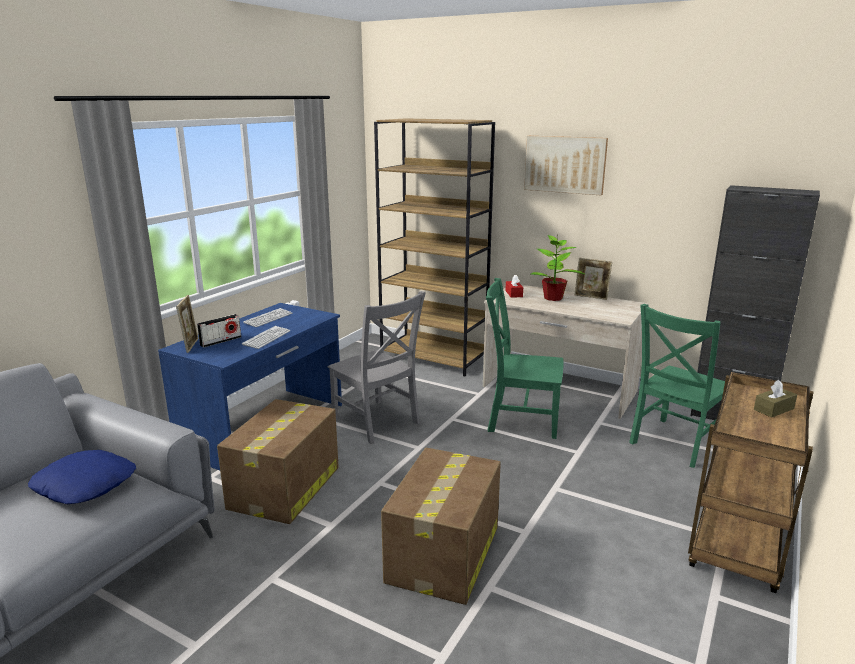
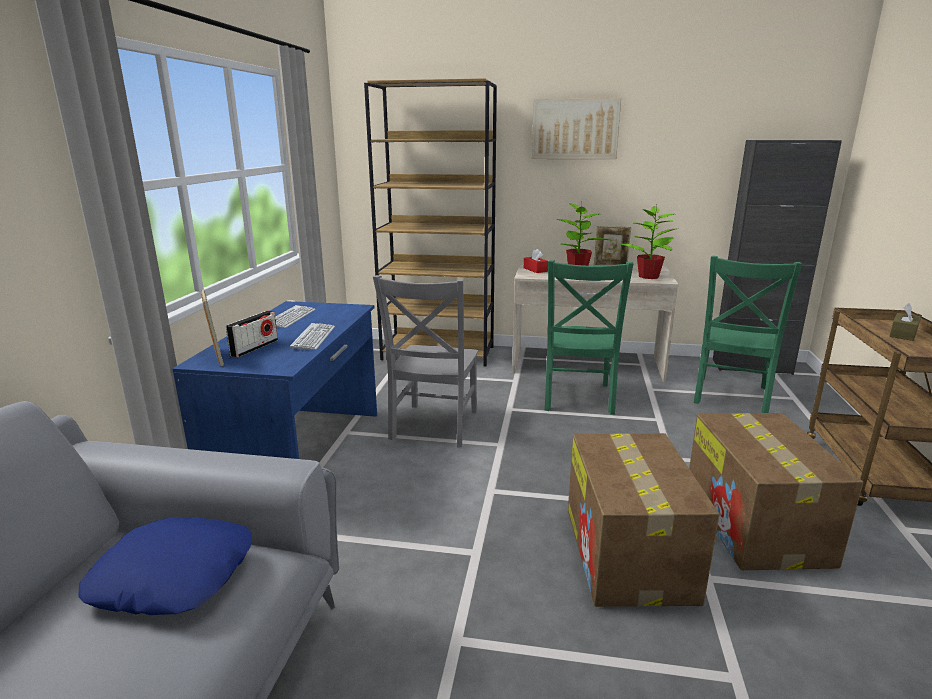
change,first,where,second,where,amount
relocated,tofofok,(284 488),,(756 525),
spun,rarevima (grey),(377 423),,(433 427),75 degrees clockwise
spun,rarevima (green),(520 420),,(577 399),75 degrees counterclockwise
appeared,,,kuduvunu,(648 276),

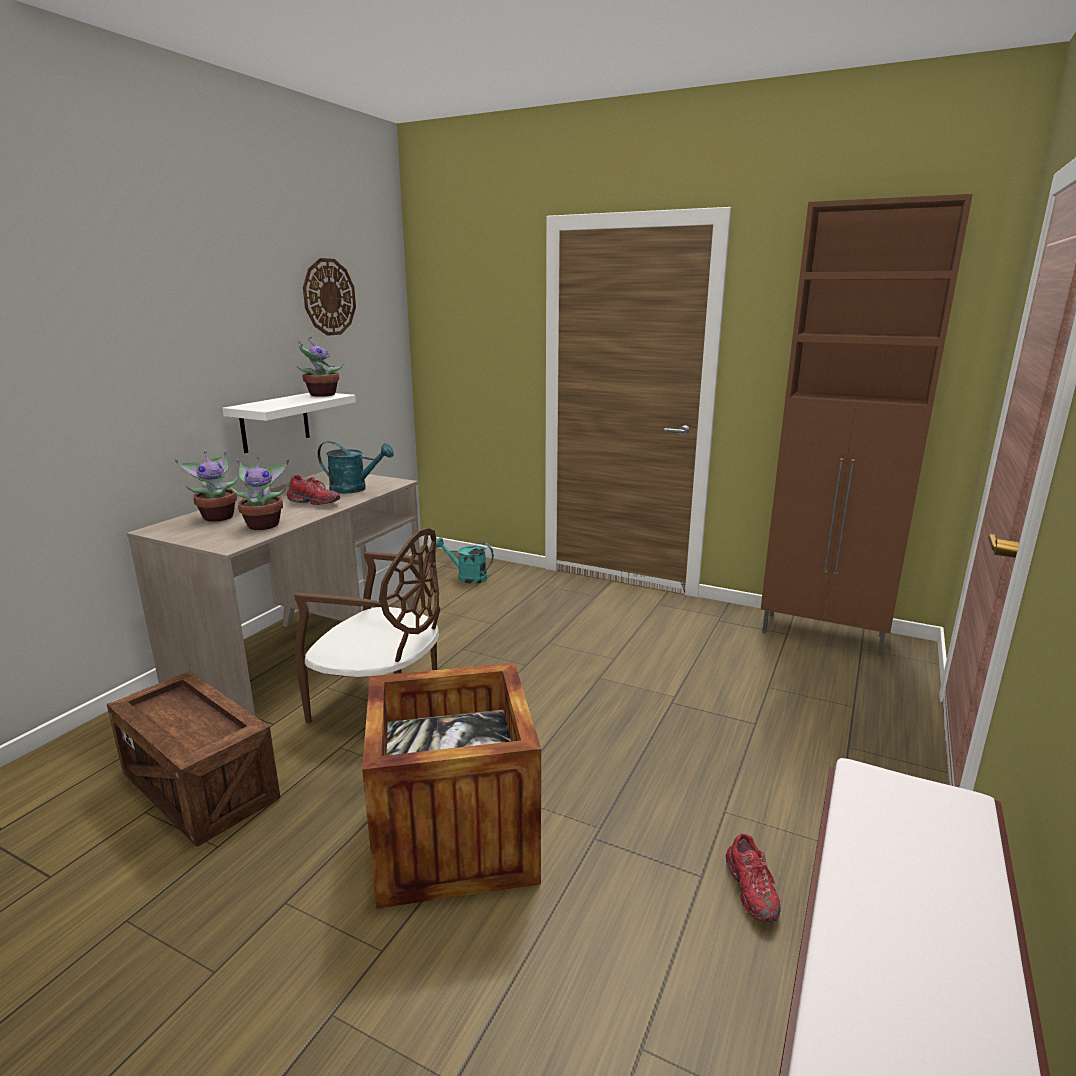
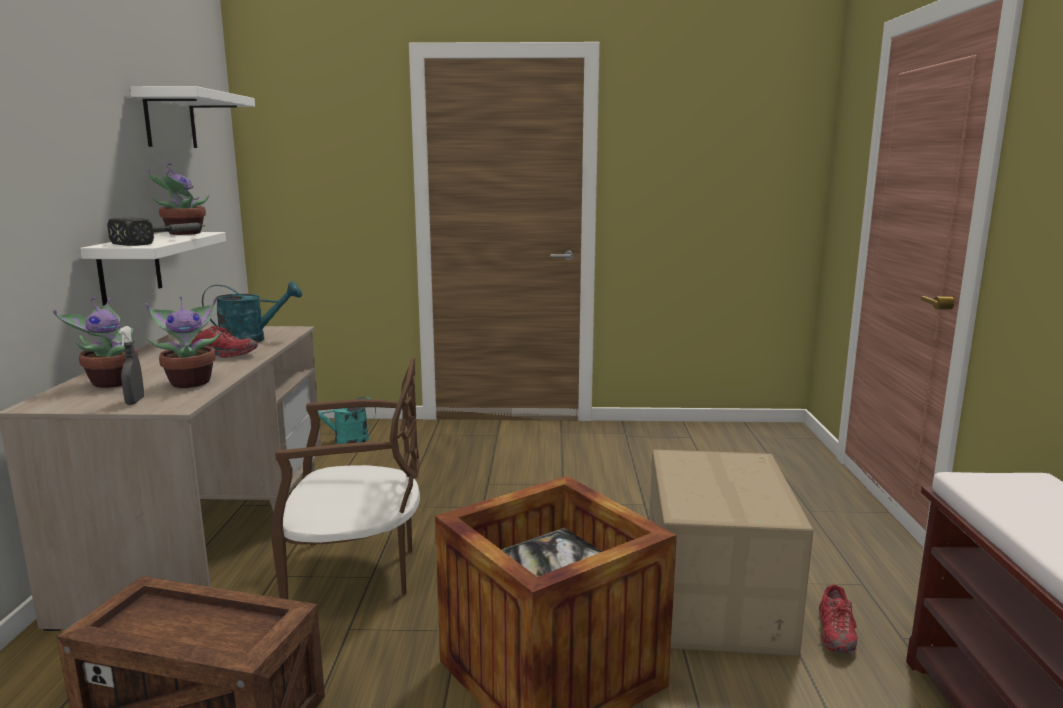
change,first,where,second,where,amount
exchanged,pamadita,(329 297),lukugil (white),(170 120),
spun,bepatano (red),(751 891),,(835 635),45 degrees clockwise
missing,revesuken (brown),(823 635),,,
appeared,,,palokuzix,(164 241),
appeared,,,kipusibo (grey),(135 401),
appeared,,,tofofok,(717 600),

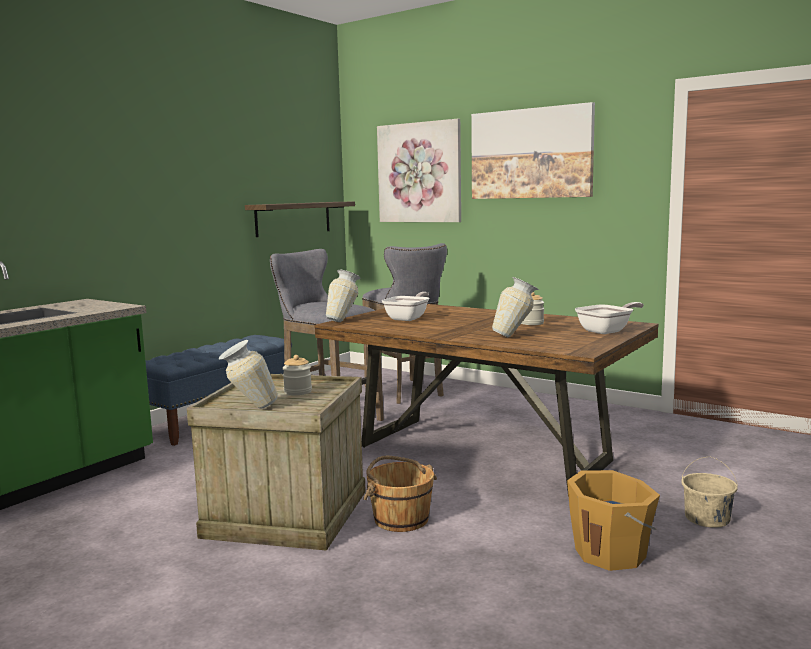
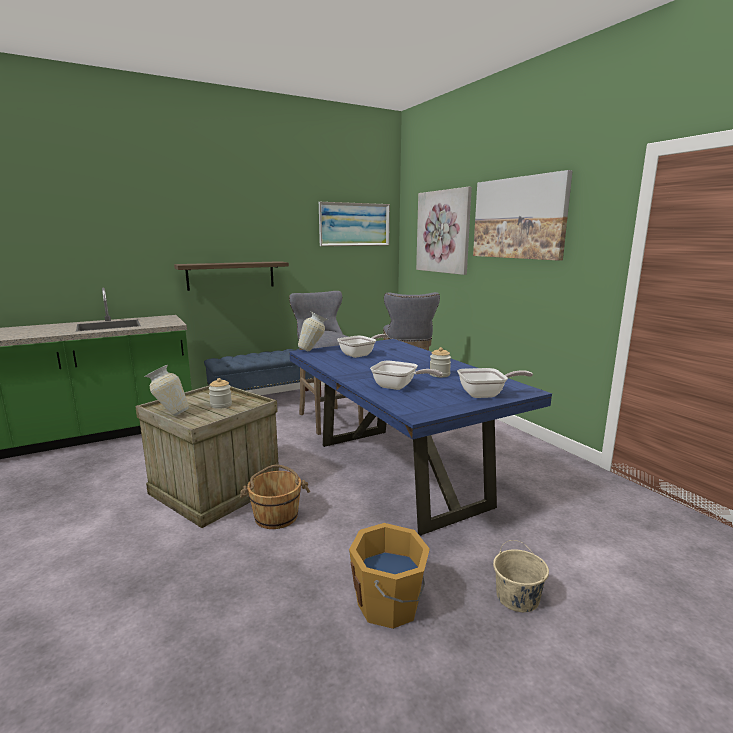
change,first,where,second,where,amount
relocated,lukugil,(293 218),,(231 275),
colour,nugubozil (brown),(484 454),nugubozil (blue),(399 474),
exchanged,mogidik,(516 336),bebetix,(398 387),
appeared,,,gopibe,(354 224),

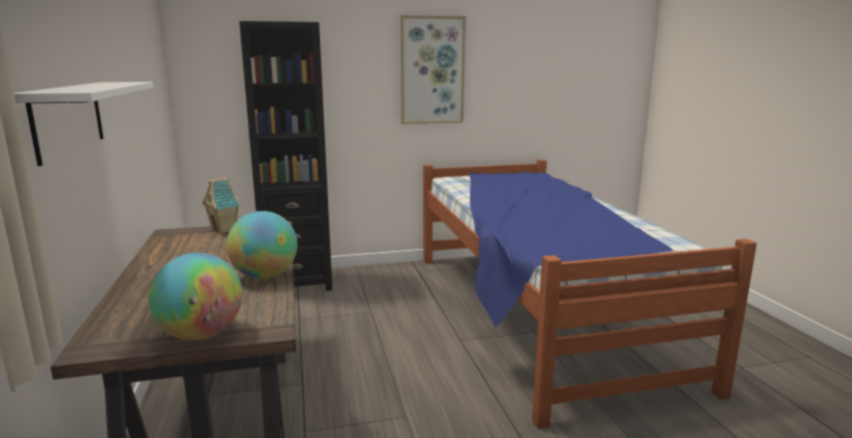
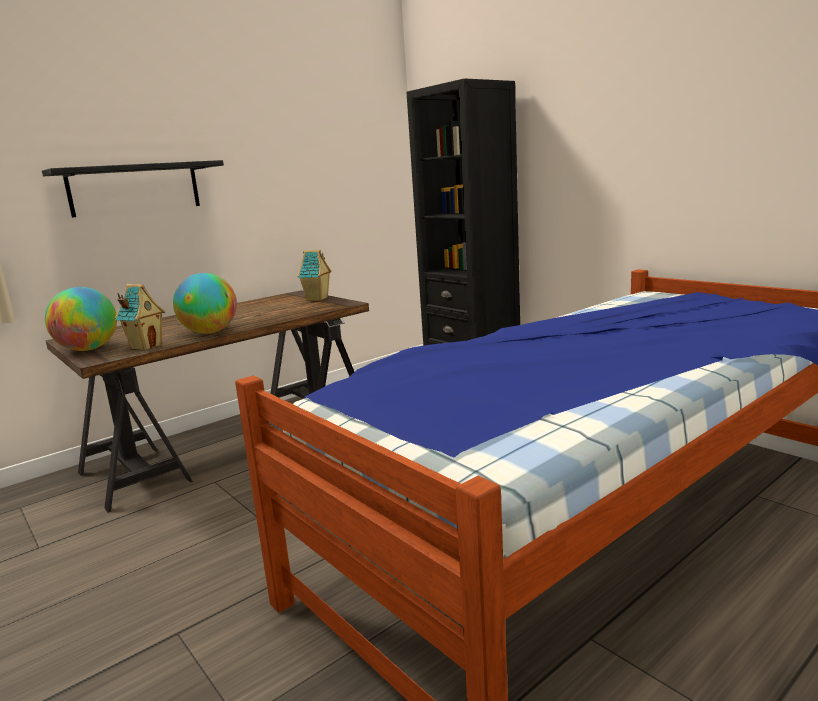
change,first,where,second,where,amount
colour,lukugil (white),(68 119),lukugil (black),(135 189),
missing,gopibe,(432 70),,,
appeared,,,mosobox,(146 346),

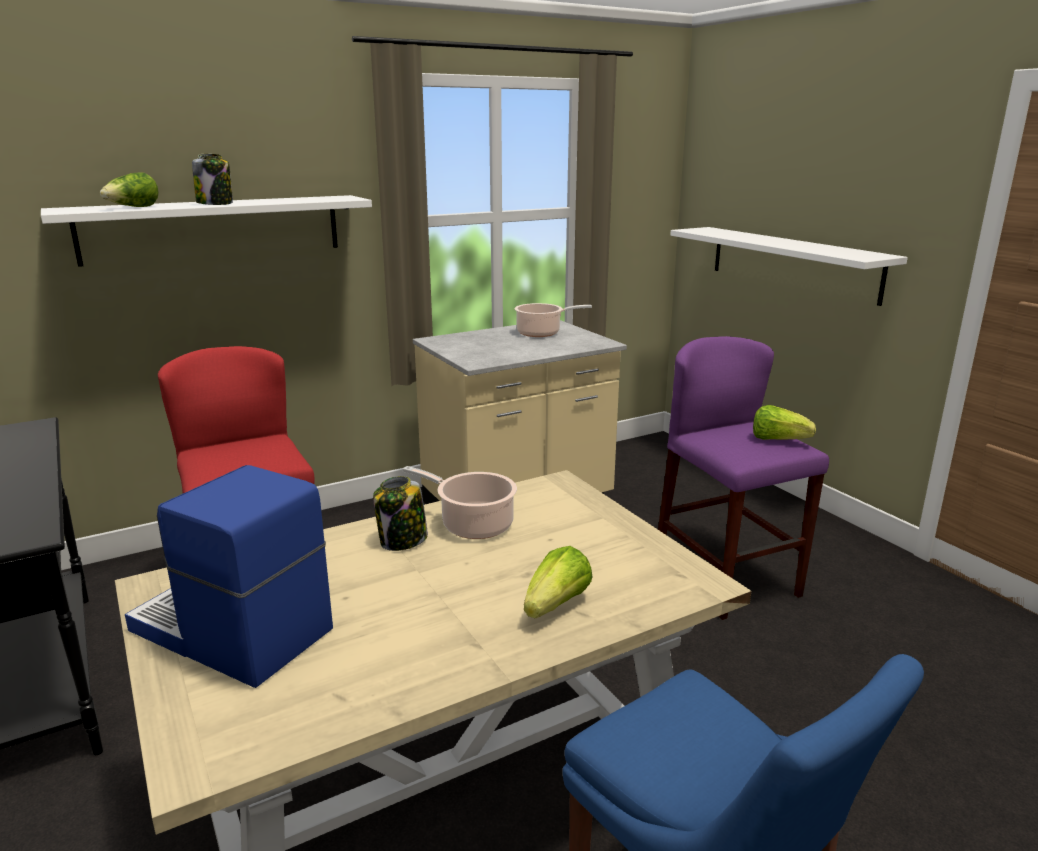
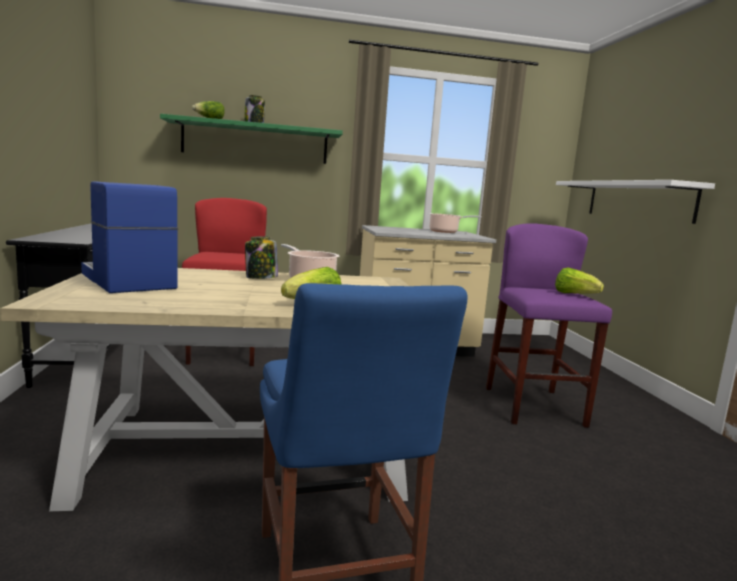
change,first,where,second,where,amount
colour,lukugil (white),(213 229),lukugil (green),(255 142),

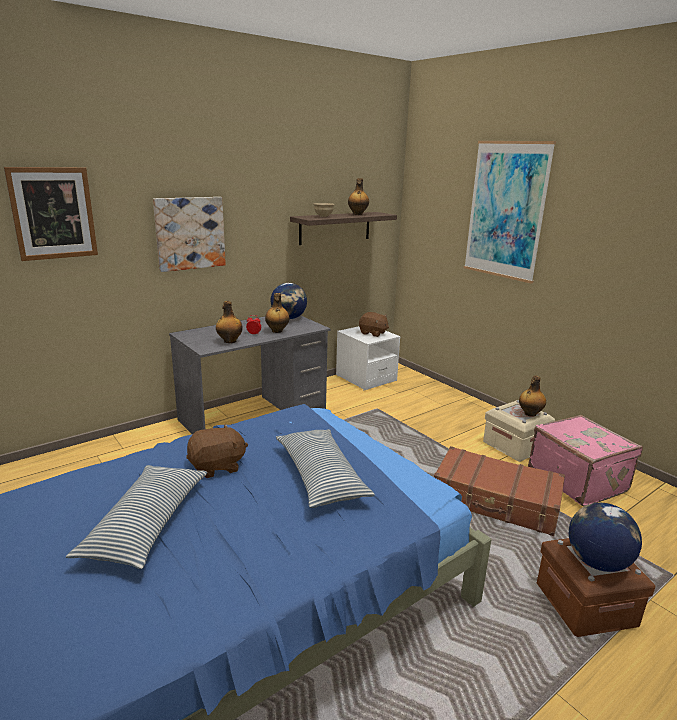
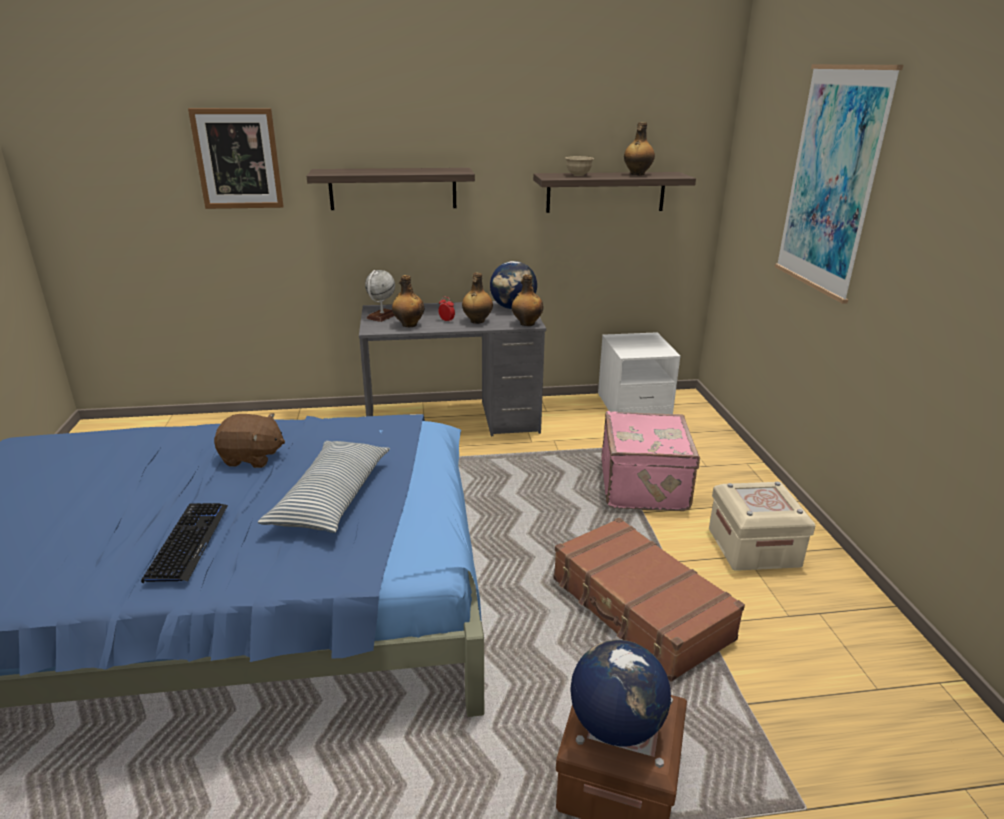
change,first,where,second,where,amount
missing,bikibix,(146 524),,,
exchanged,gopibe,(190 233),lukugil,(393 188),
missing,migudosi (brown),(373 333),,,
relocated,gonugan,(529 414),,(526 323),
relocated,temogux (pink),(577 480),,(645 486),
appeared,,,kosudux,(188 542),
appeared,,,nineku,(382 316),

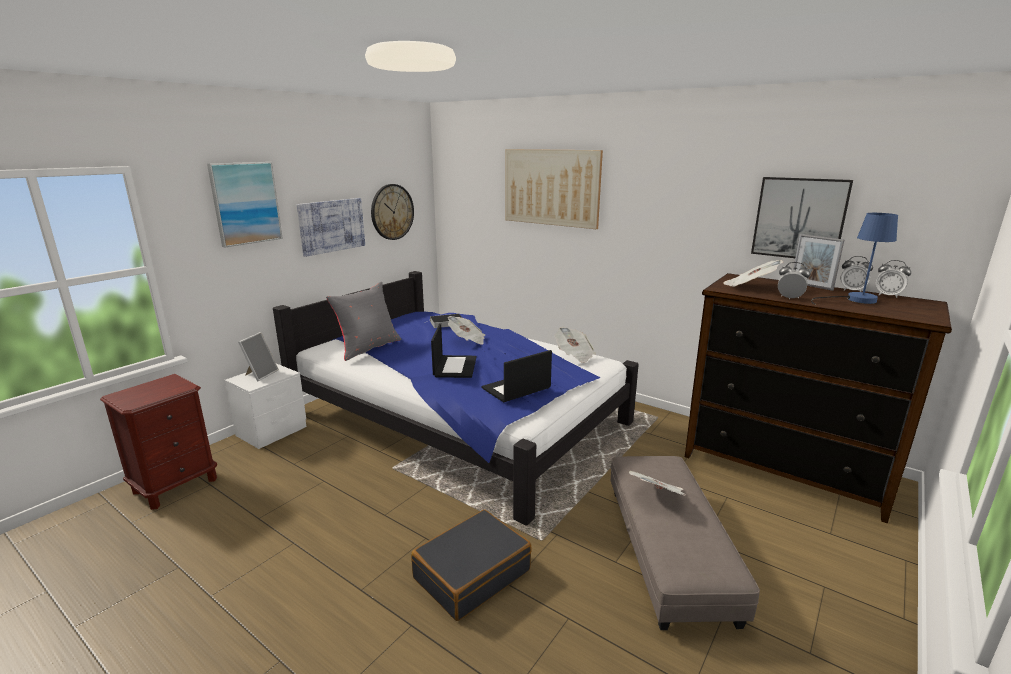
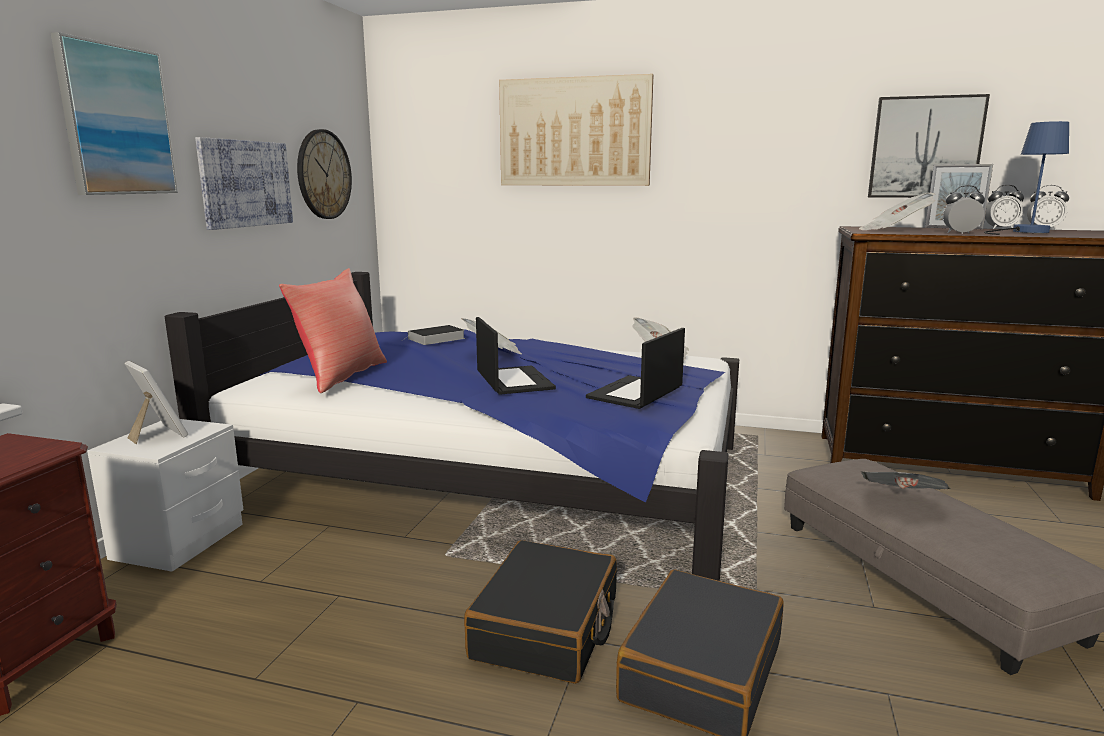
change,first,where,second,where,amount
spun,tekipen,(260 374),,(157 435),45 degrees counterclockwise
colour,bikibix (grey),(368 348),bikibix (red),(341 375),
appeared,,,temogux (black),(547 628),

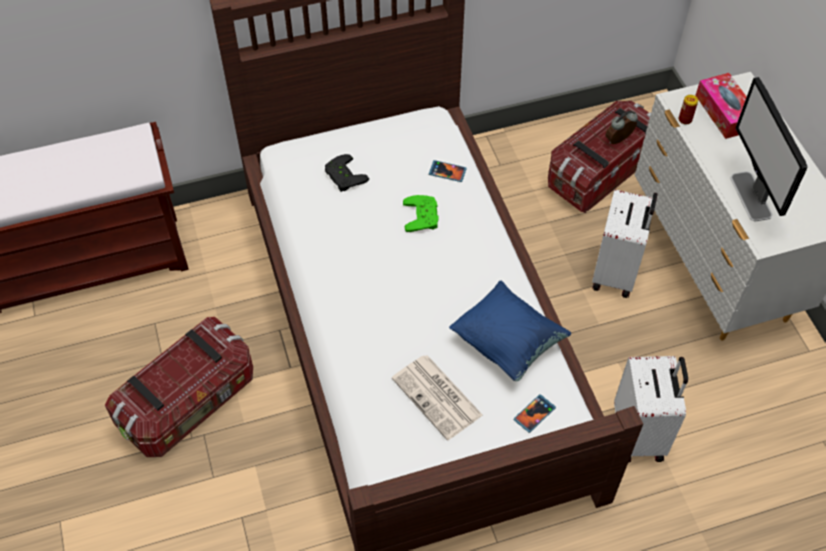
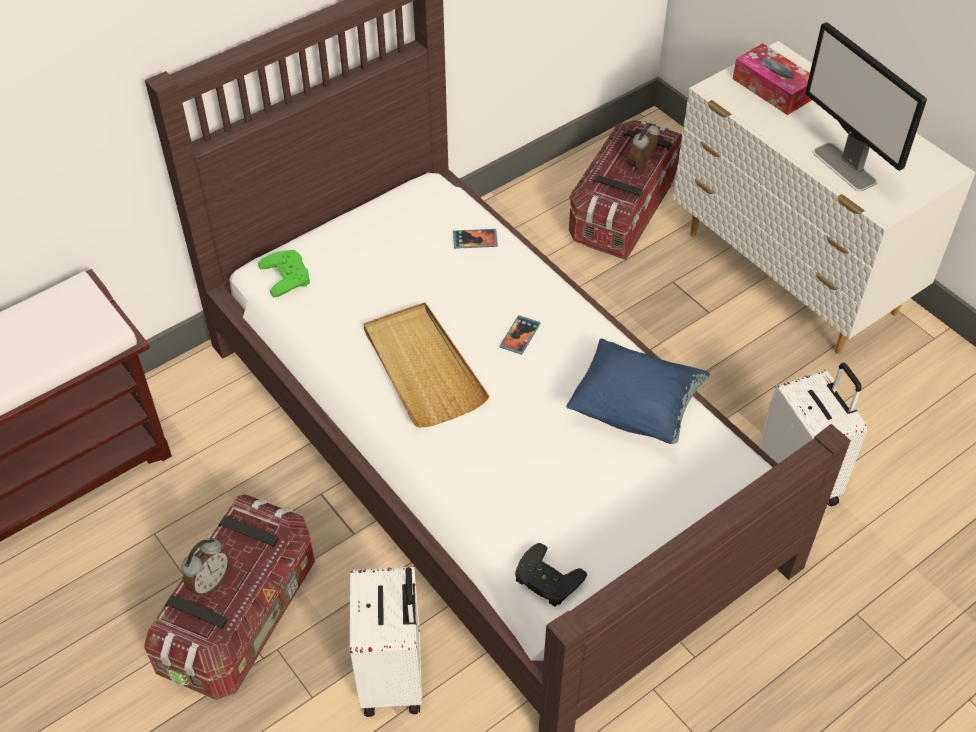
change,first,where,second,where,amount
relocated,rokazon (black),(343 176),,(545 581),
missing,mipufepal,(438 397),,,
relocated,rokazon (green),(423 216),,(289 275),
relocated,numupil,(534 414),,(520 336),
relocated,temogux (white),(616 273),,(394 676),
missing,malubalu,(685 119),,,
appeared,,,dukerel,(210 582),
appeared,,,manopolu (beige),(422 367),

